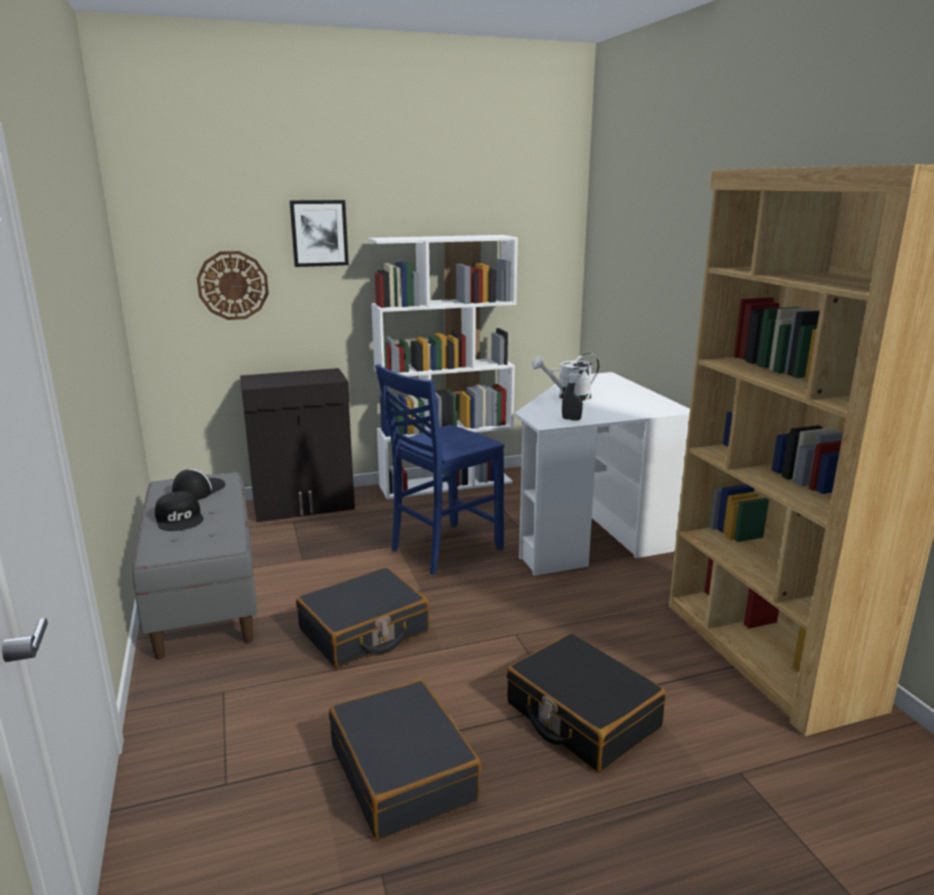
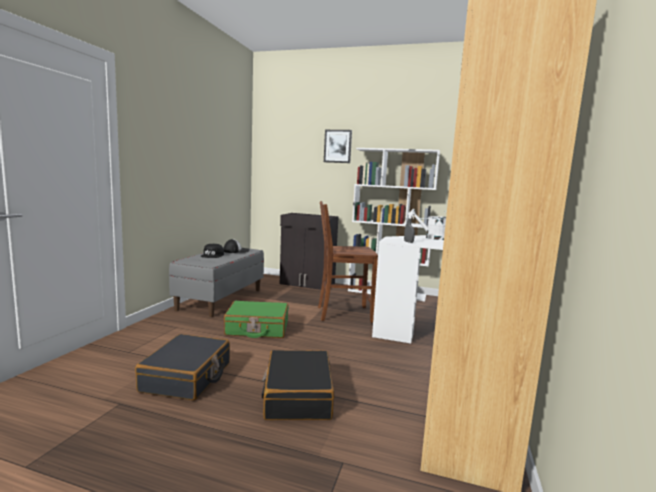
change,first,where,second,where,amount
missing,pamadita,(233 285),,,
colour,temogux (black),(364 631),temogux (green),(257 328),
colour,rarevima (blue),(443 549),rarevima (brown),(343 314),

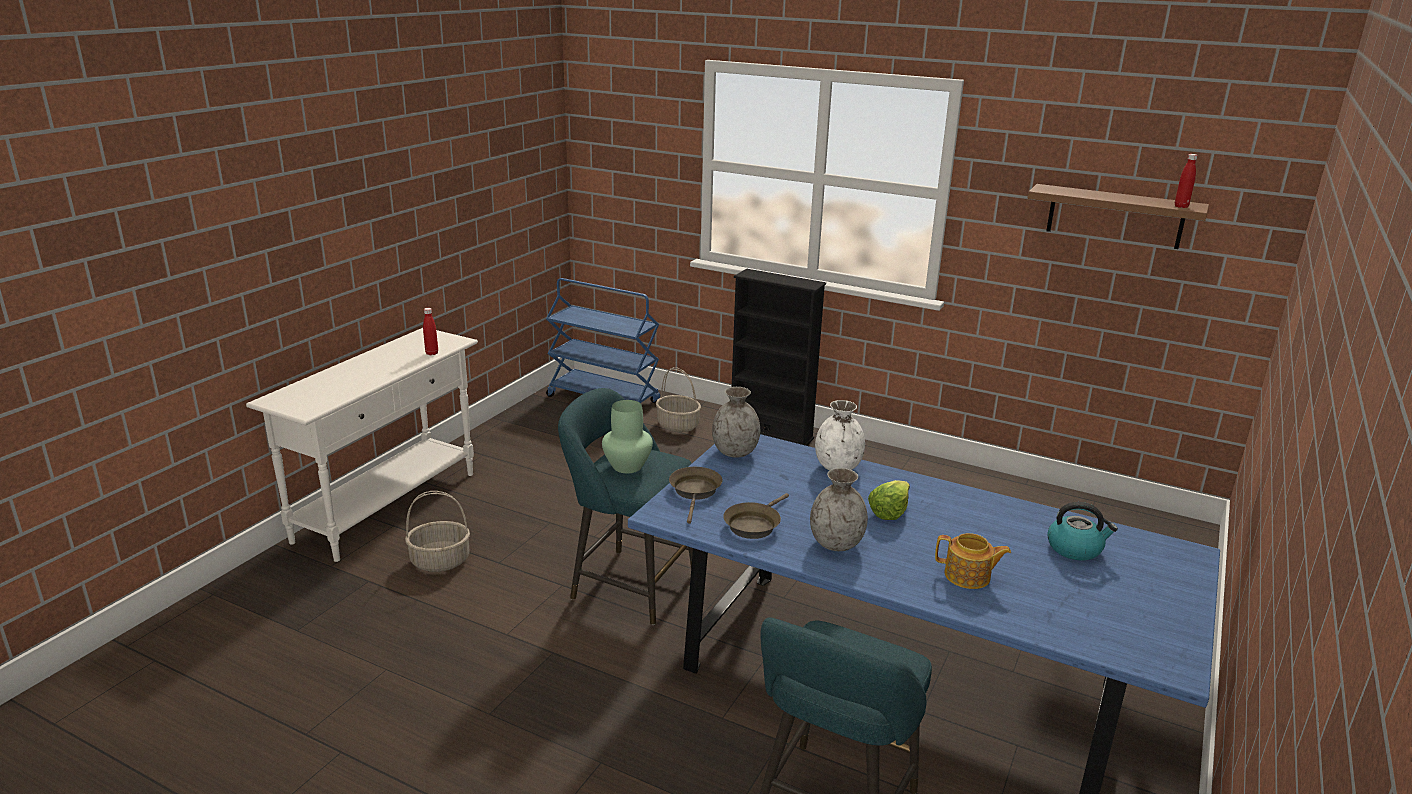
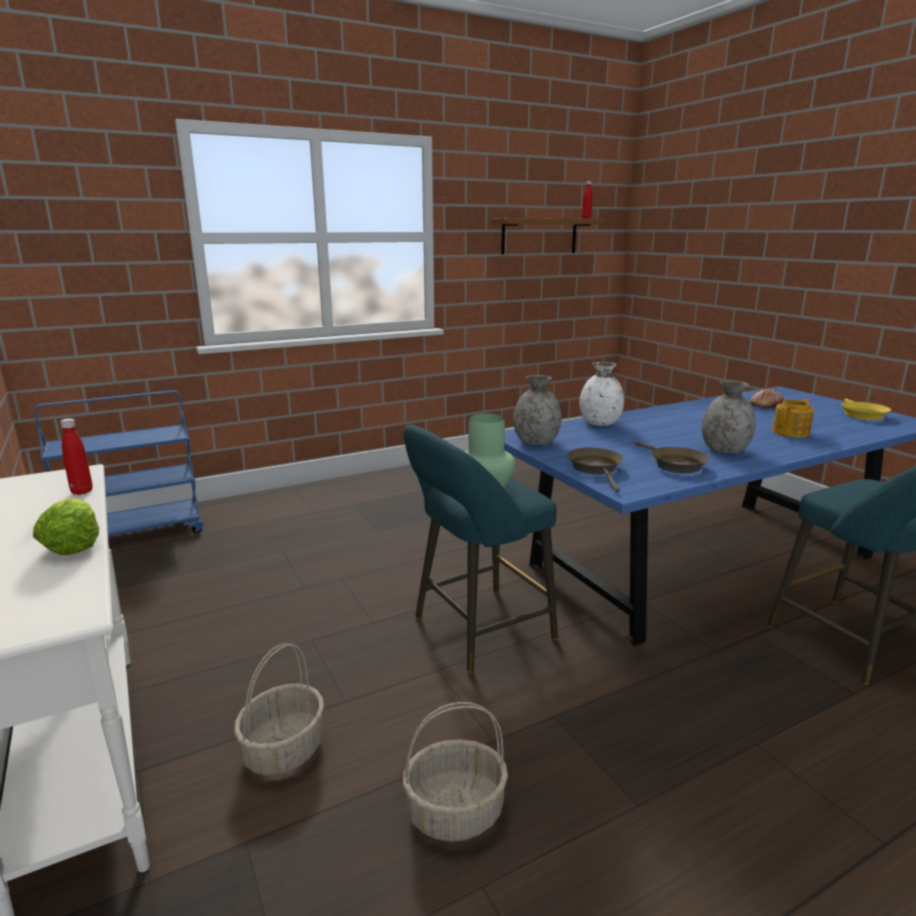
change,first,where,second,where,amount
relocated,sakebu,(678 425),,(456 811),
spun,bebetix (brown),(695 492),,(596 469),45 degrees clockwise
missing,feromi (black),(770 434),,,
relocated,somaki,(889 511),,(72 544),
exchanged,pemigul,(1075 548),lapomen,(765 405),
appeared,,,bebetix (yellow),(861 414),

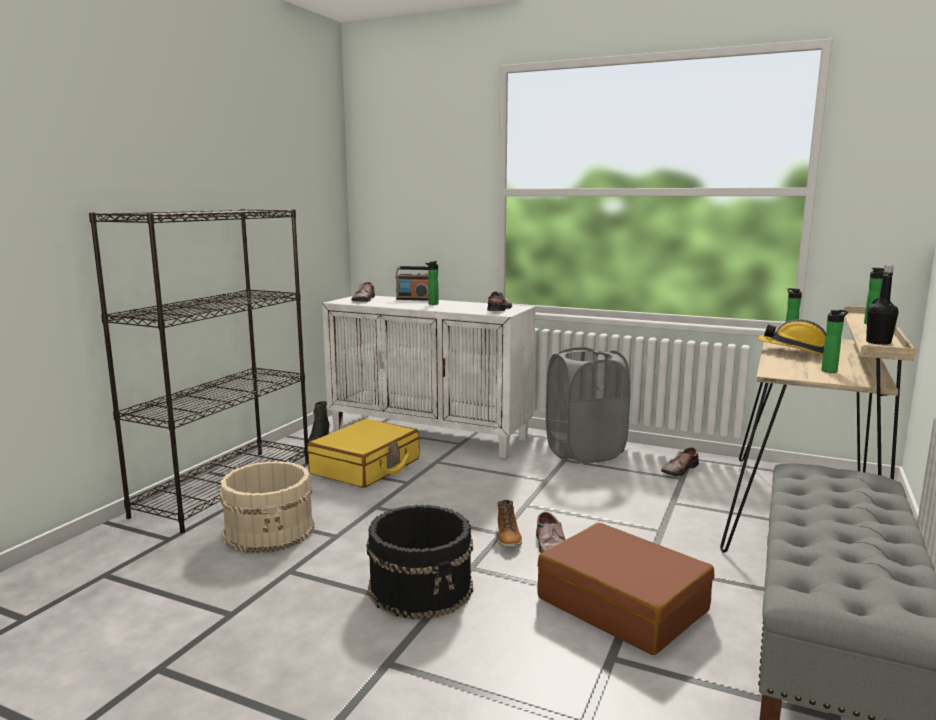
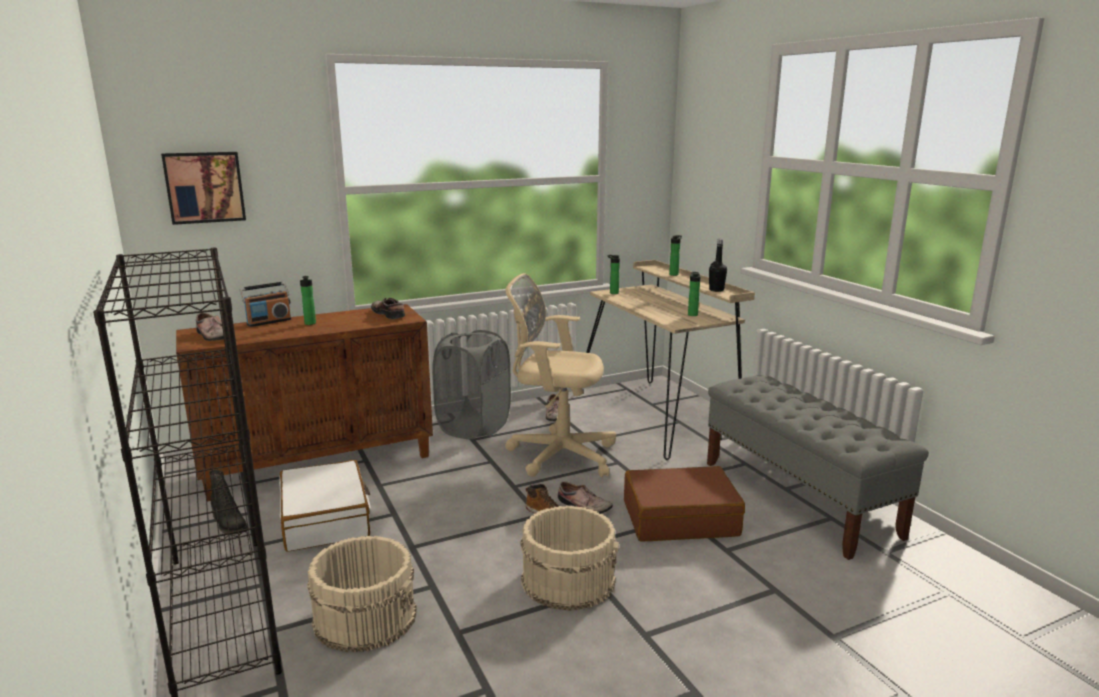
change,first,where,second,where,amount
colour,temogux (yellow),(366 467),temogux (white),(326 519),
colour,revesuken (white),(430 434),revesuken (brown),(320 463),
colour,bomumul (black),(422 587),bomumul (beige),(568 580),
missing,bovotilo,(795 351),,,
appeared,,,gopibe,(204 187),
appeared,,,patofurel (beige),(557 454),

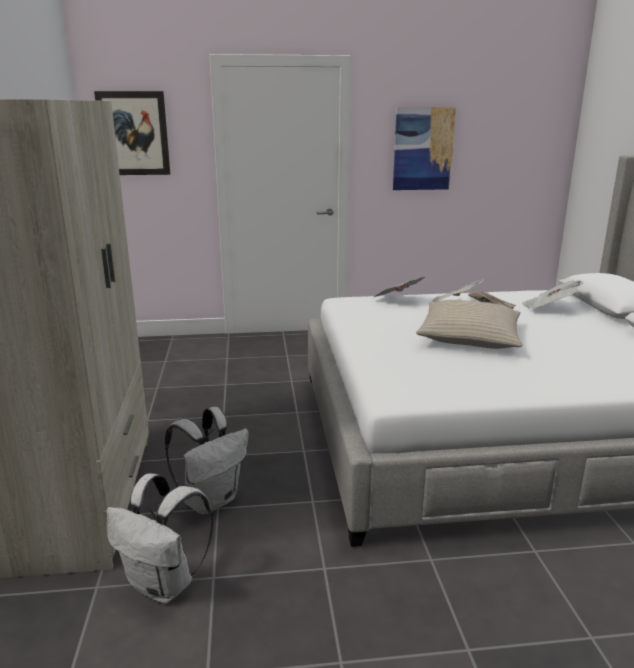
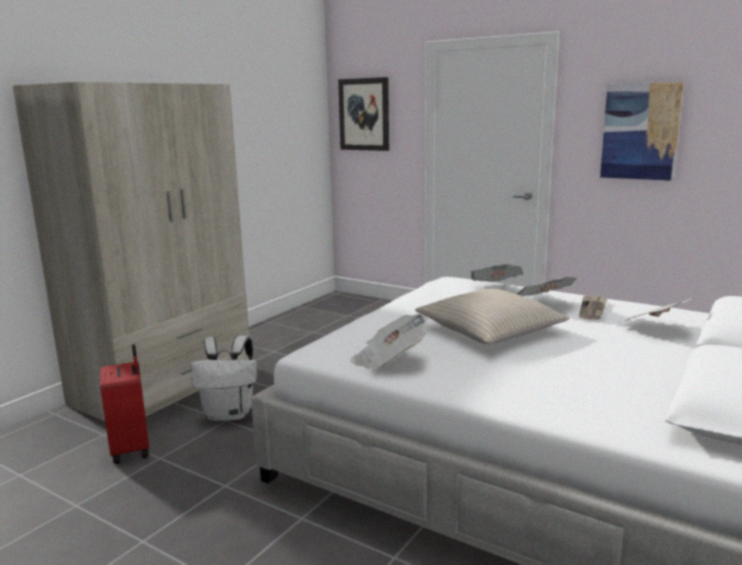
change,first,where,second,where,amount
exchanged,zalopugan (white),(164 584),temogux (red),(132 449),
appeared,,,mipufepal,(389 361),

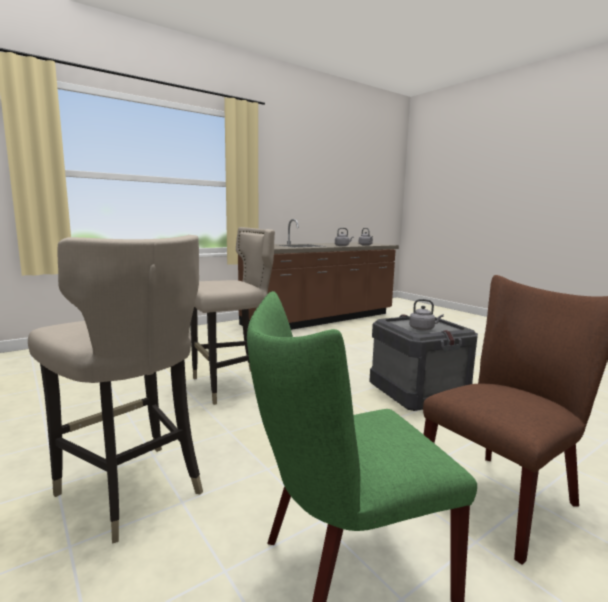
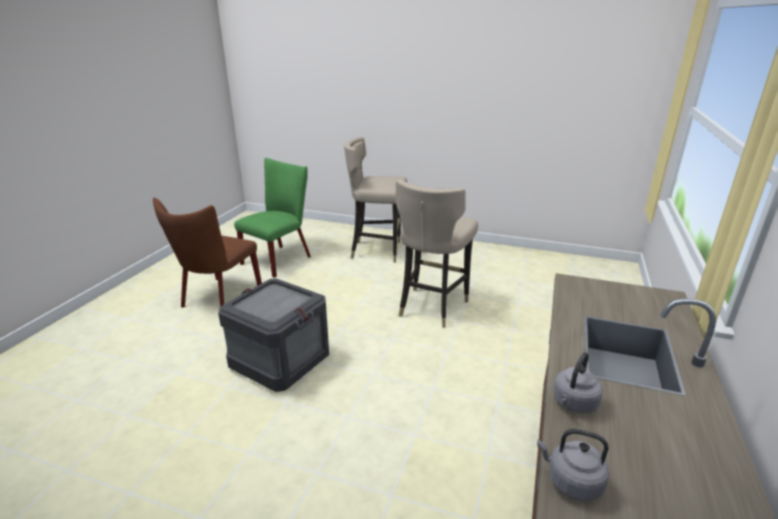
change,first,where,second,where,amount
missing,pemigul (grey),(423 329),,,

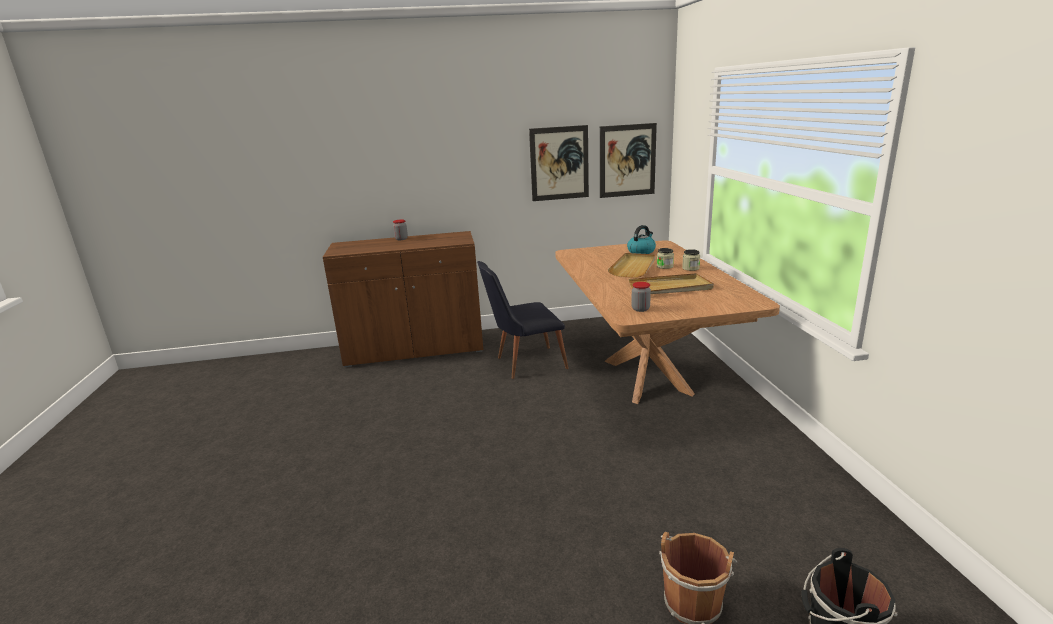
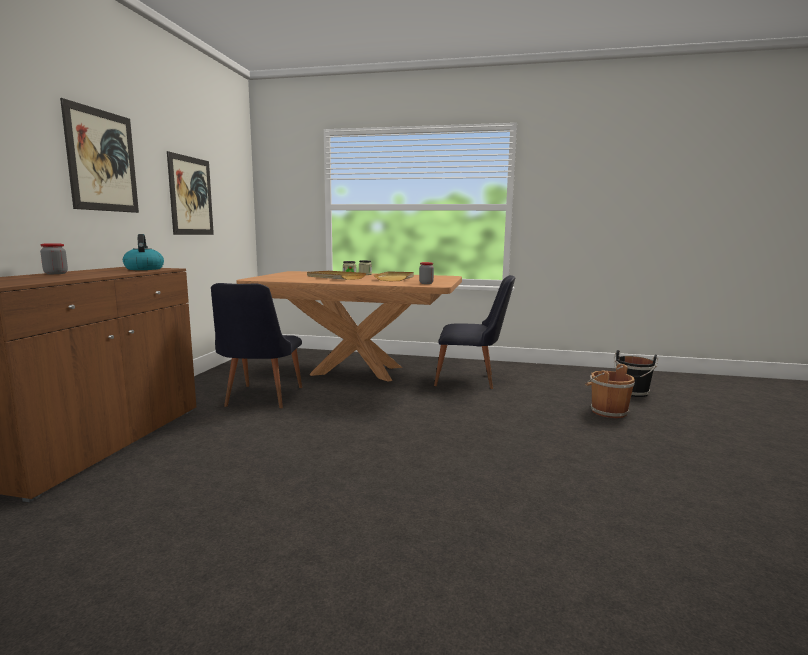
change,first,where,second,where,amount
relocated,gopibe,(627 160),,(102 161),
relocated,pemigul,(641 251),,(144 269),
appeared,,,rarevima (black),(471 380),

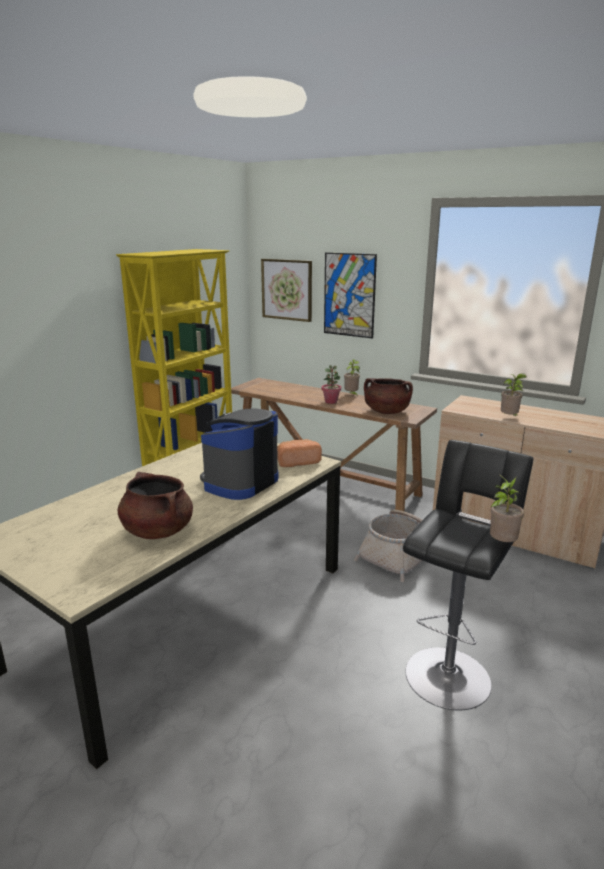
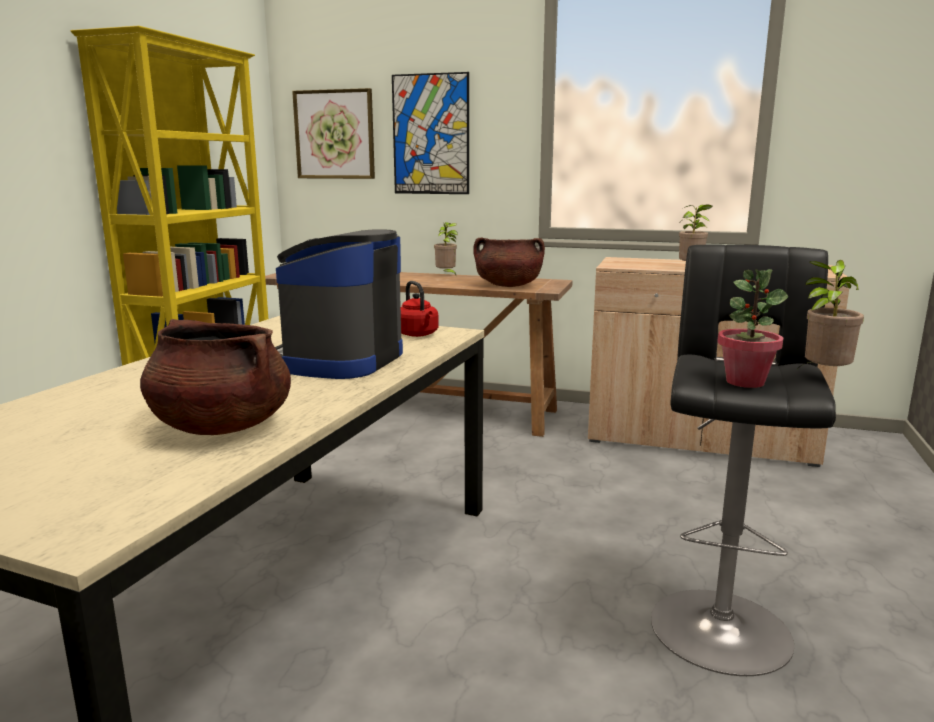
change,first,where,second,where,amount
exchanged,lapomen,(297 462),pemigul (red),(418 334),
relocated,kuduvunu,(331 402),,(745 382),
missing,sakebu,(399 555),,,

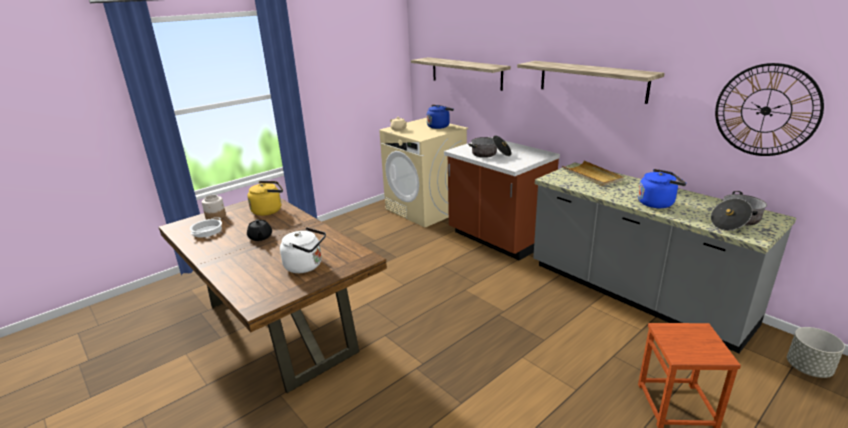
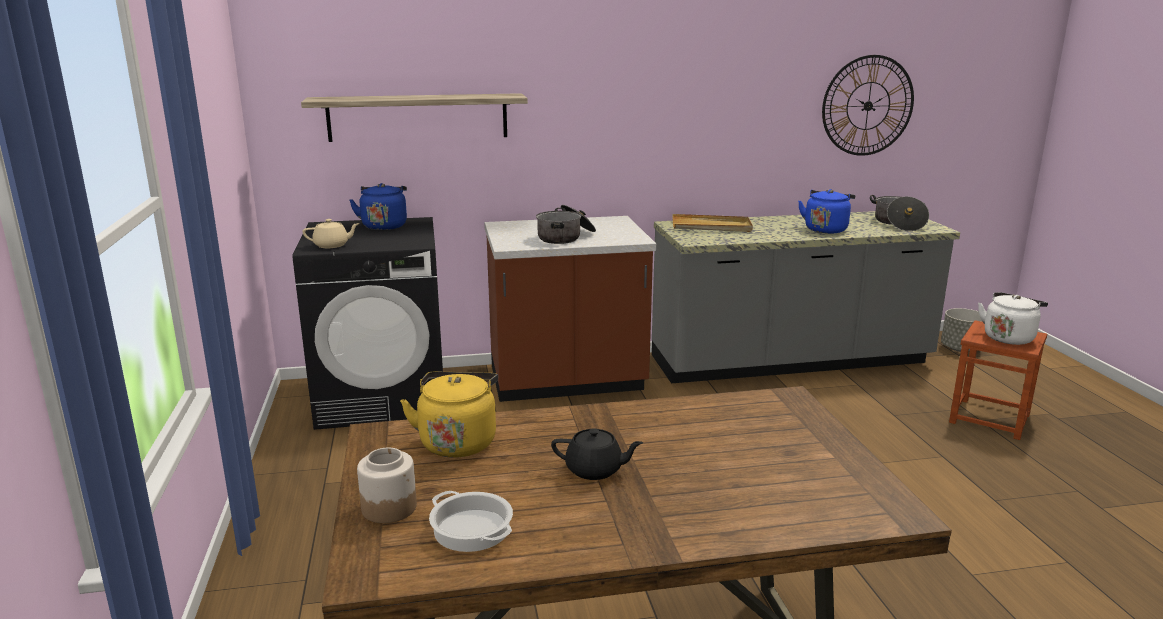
change,first,where,second,where,amount
relocated,pemigul (white),(306 266),,(1009 337),
colour,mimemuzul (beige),(426 209),mimemuzul (black),(383 397),
missing,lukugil,(591 81),,,

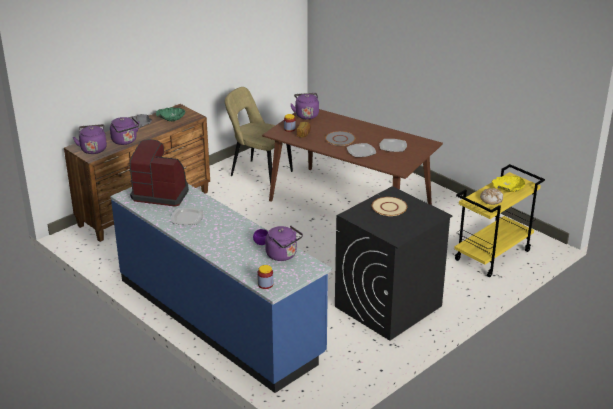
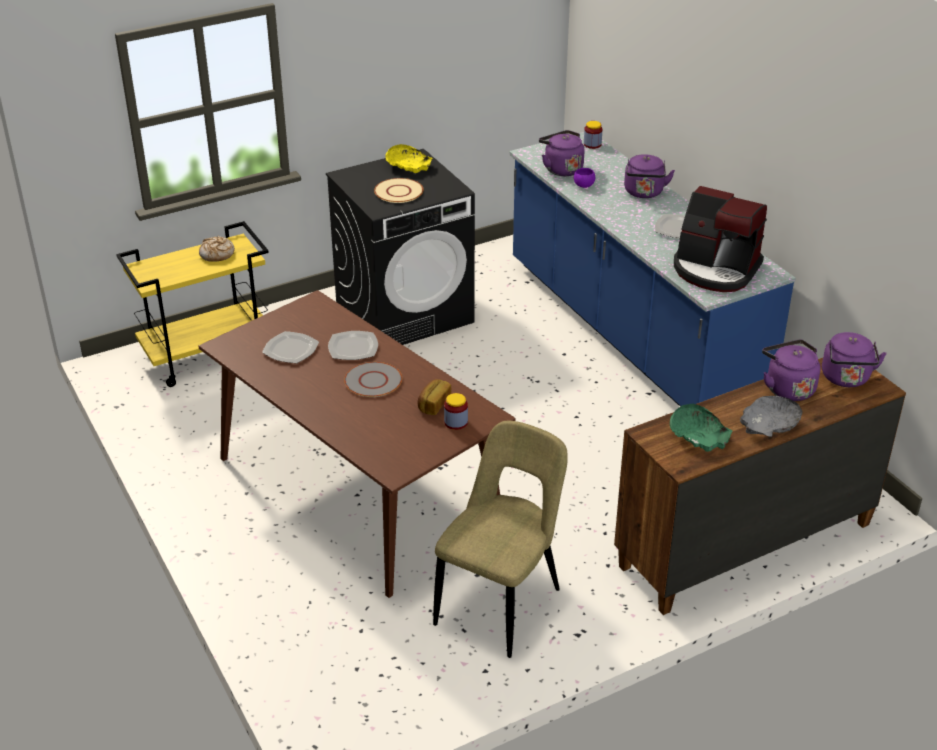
change,first,where,second,where,amount
spun,rarevima (beige),(258 173),,(501 603),105 degrees counterclockwise
relocated,pemigul (purple),(306 115),,(644 193),
relocated,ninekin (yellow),(508 188),,(408 166),

